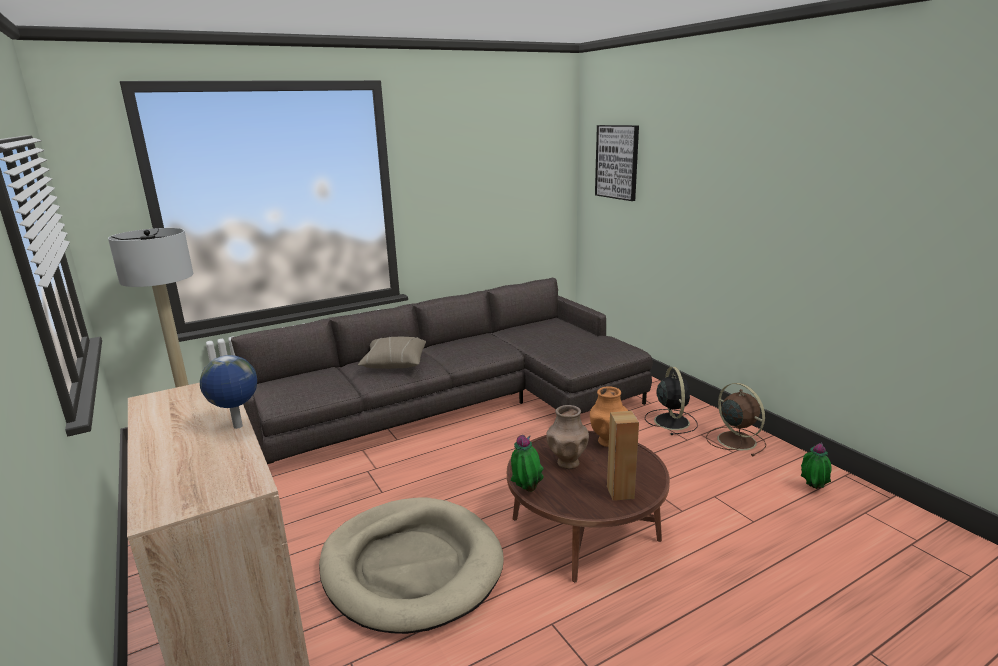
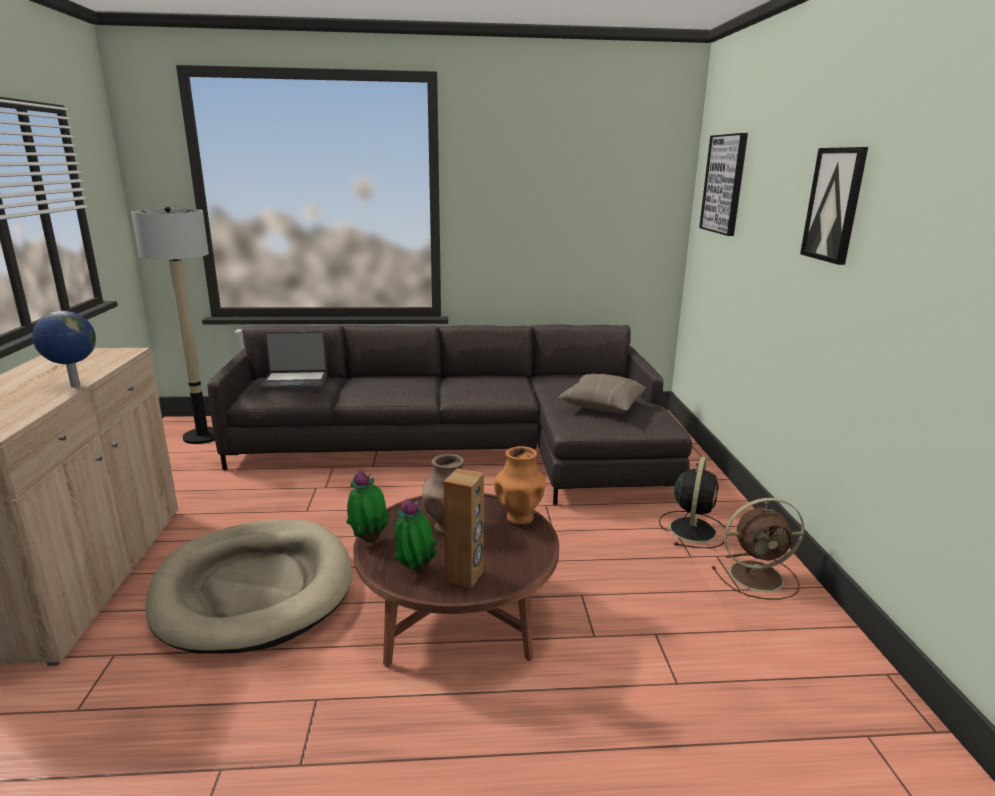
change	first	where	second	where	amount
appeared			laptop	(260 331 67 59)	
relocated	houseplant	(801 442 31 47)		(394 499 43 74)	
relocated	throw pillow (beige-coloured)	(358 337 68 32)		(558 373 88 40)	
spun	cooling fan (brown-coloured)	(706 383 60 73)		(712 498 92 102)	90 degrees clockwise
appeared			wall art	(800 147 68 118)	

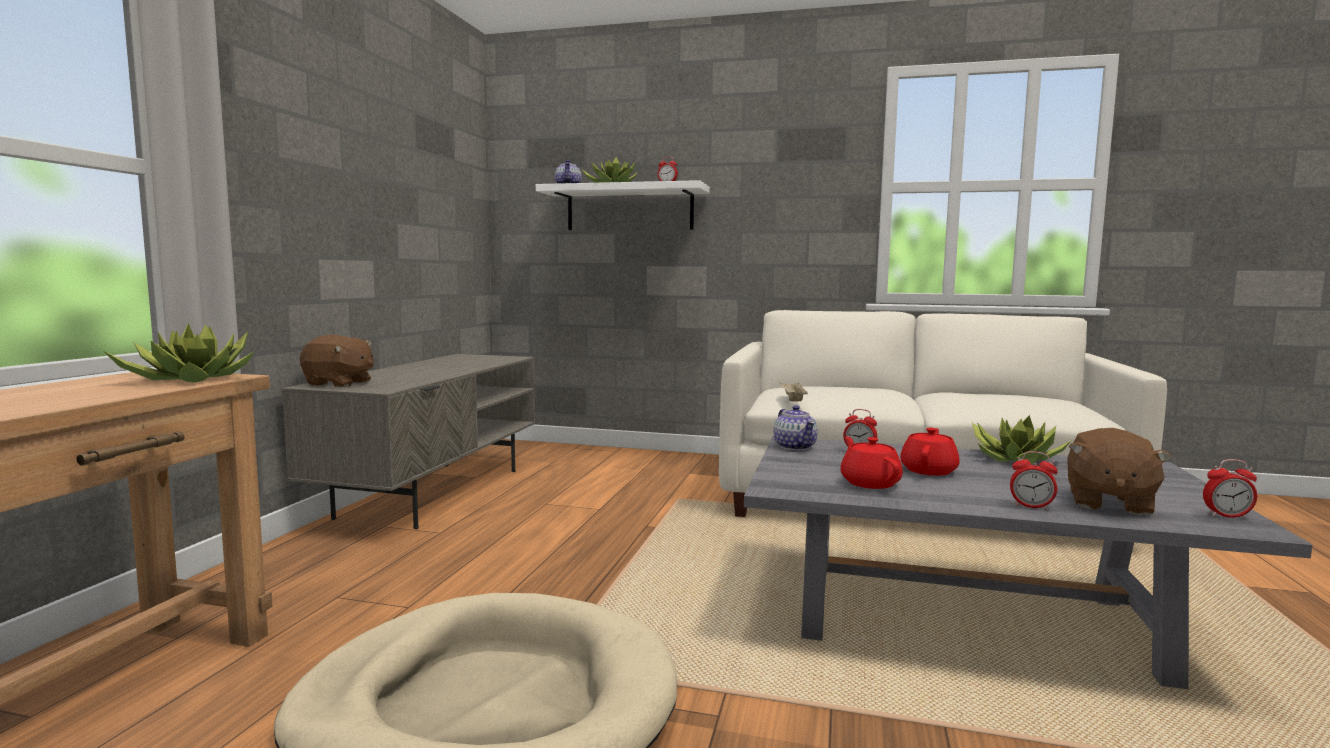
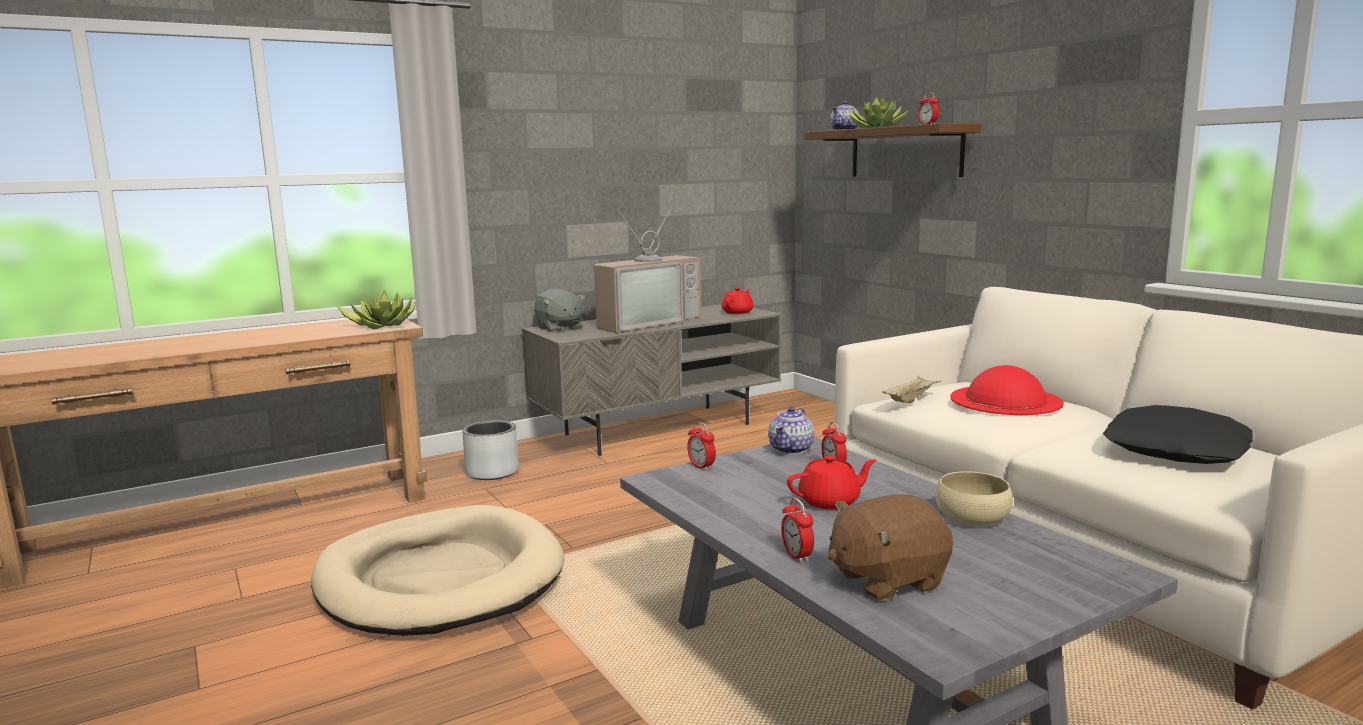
change	first	where	second	where	amount
appeared			planter (gray)	(462 420 57 60)	
colour	soft toy (brown-coloured)	(300 335 74 52)	soft toy (gray)	(535 289 50 44)	
appeared			TV	(594 204 107 130)	
relocated	alarm clock	(1203 459 54 60)		(687 422 29 49)	
relocated	tea pot (red)	(840 436 63 53)		(722 288 31 26)	
colour	wall shelf (white)	(536 180 174 50)	wall shelf (brown-coloured)	(805 123 176 54)	
exchanged	houseplant	(972 415 100 49)	deep dish (beige-coloured)	(935 471 78 54)	
appeared			hat (red)	(950 365 114 50)	
appeared			throw pillow (black)	(1103 405 150 59)	

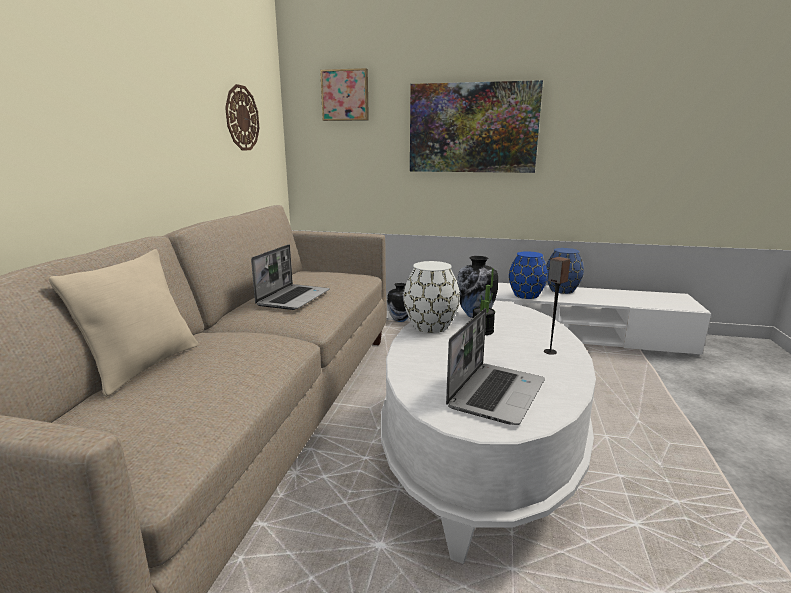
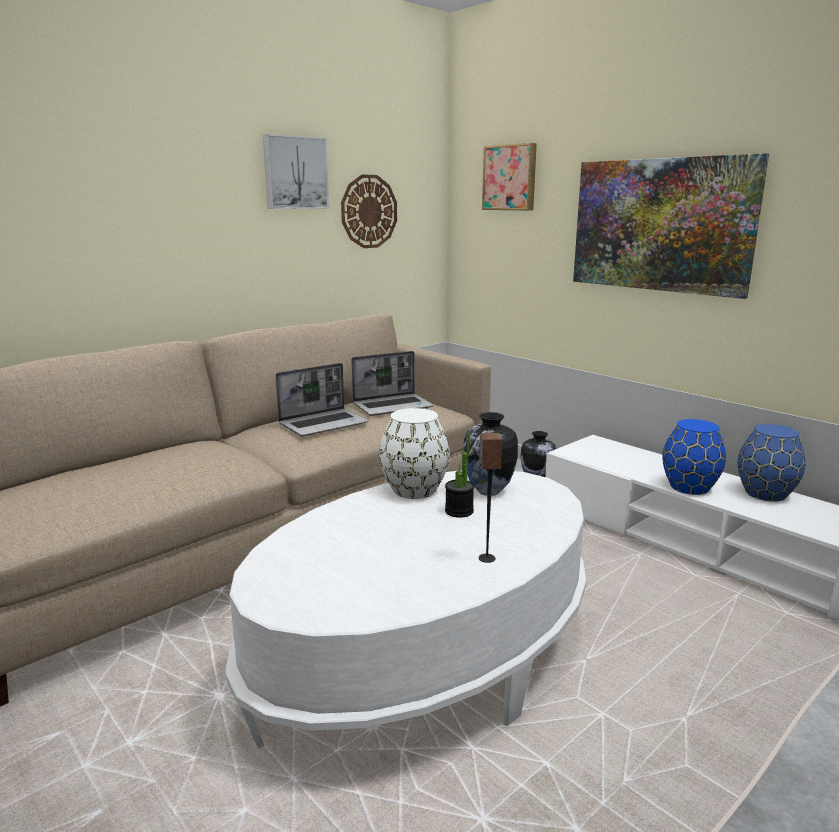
change	first	where	second	where	amount
appeared			wall art	(263 134 66 75)	
relocated	laptop	(446 308 99 117)		(351 351 83 65)	
missing	throw pillow (beige-coloured)	(49 249 149 148)			

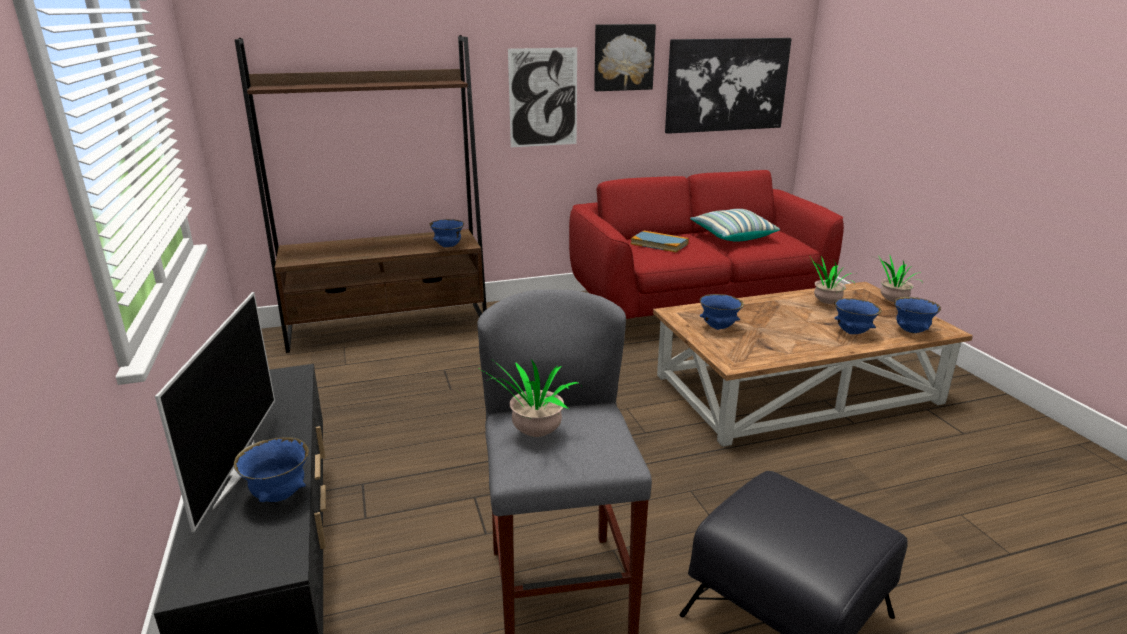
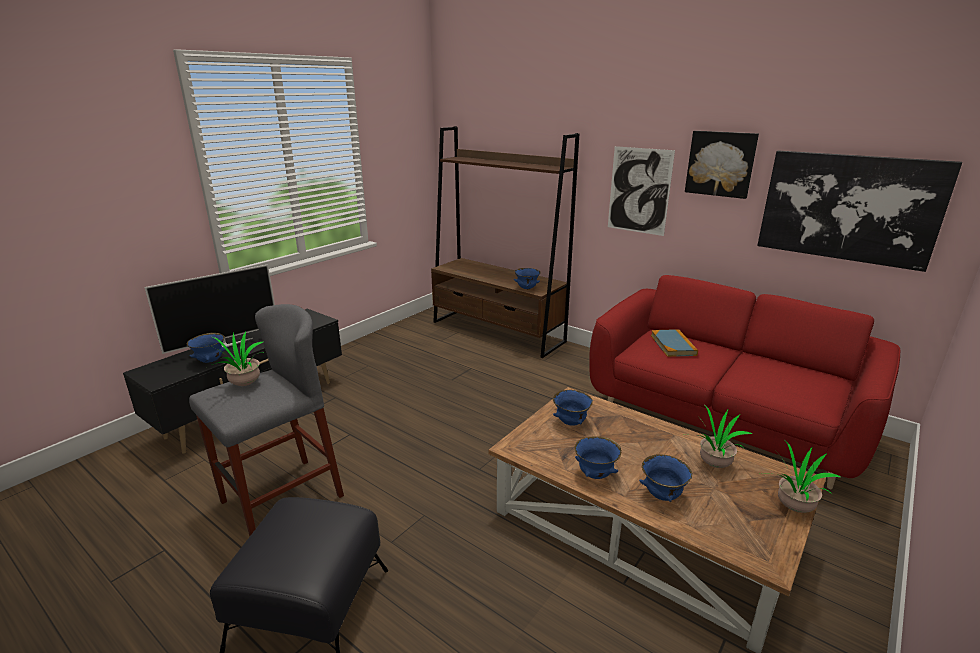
change	first	where	second	where	amount
relocated	deep dish (blue-coloured)	(894 297 47 36)		(575 436 47 43)	
missing	throw pillow	(690 209 90 33)			

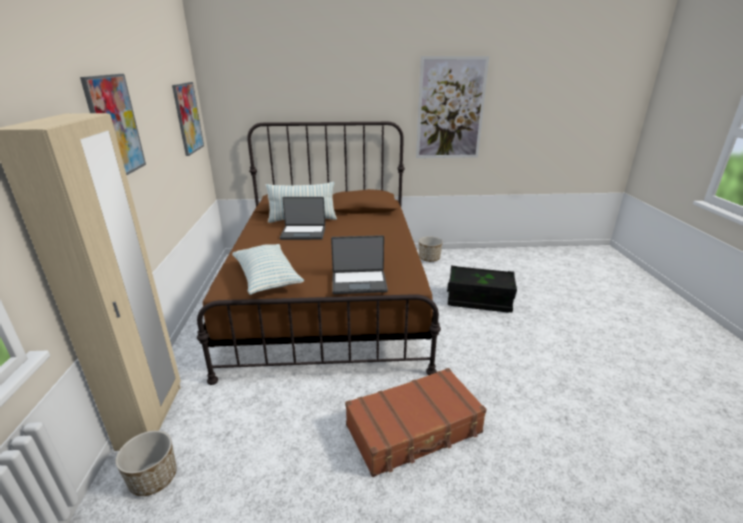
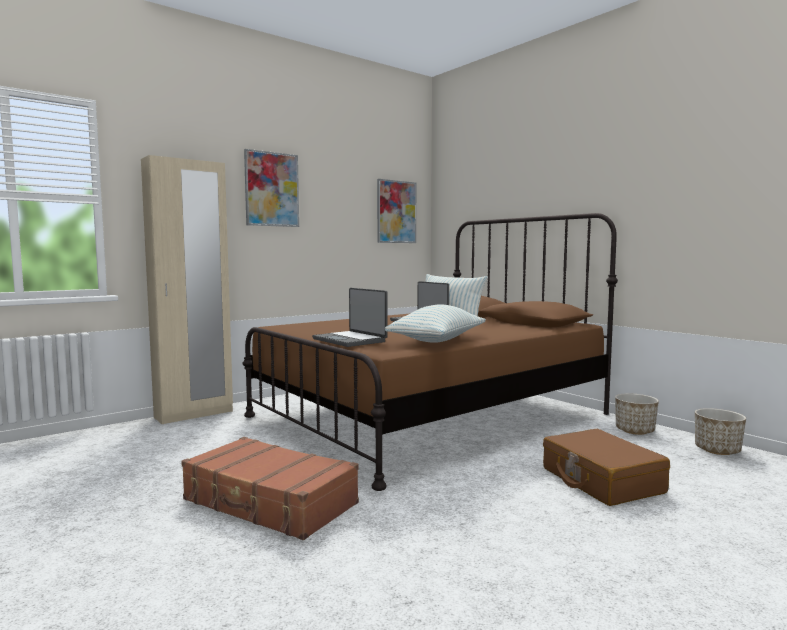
change	first	where	second	where	amount
relocated	throw pillow	(232 244 72 51)		(385 304 101 39)	
exchanged	storage box (black)	(447 265 70 48)	suitcase (brown-coloured)	(543 429 127 77)	
relocated	planter	(116 430 61 66)		(695 408 51 47)	
missing	wall art	(416 56 73 102)			

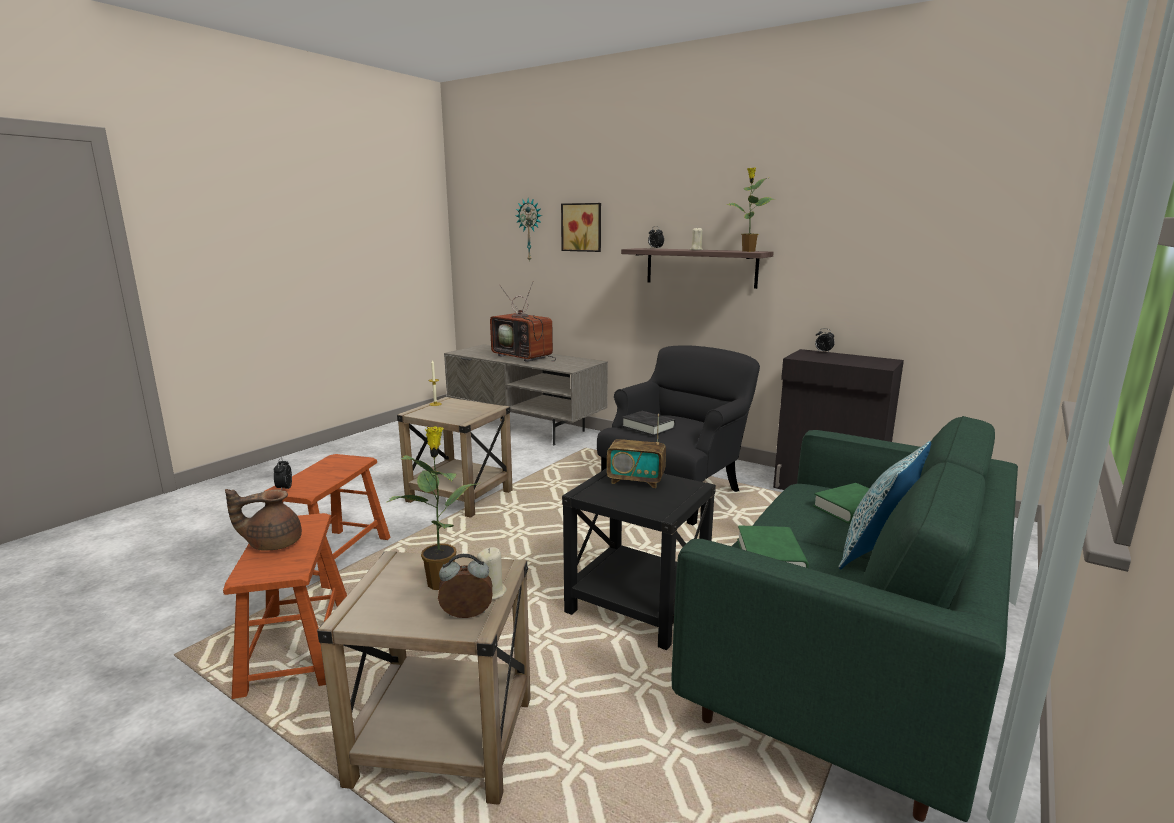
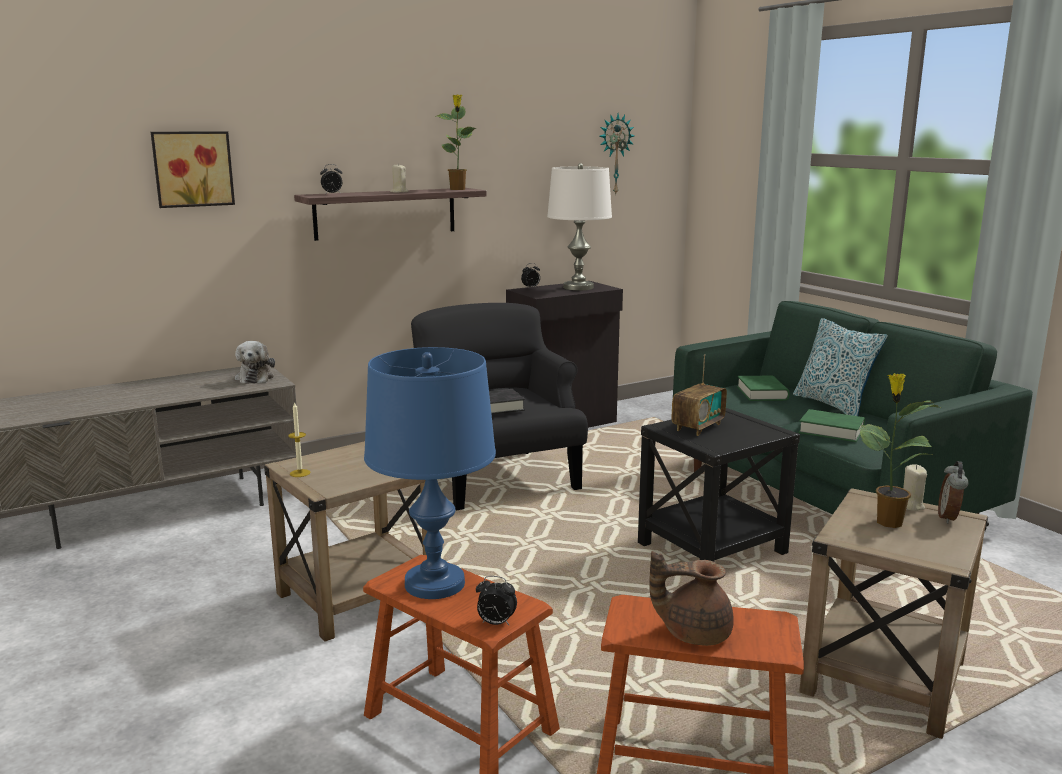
change	first	where	second	where	amount
appeared			soft toy	(235 341 40 43)	
appeared			table lamp (blue-coloured)	(364 347 132 252)	
appeared			table lamp (white)	(547 163 65 127)	
relocated	wall clock	(516 198 26 64)		(600 113 35 82)	
spun	tea pot (brown-coloured)	(225 489 77 62)		(650 551 84 95)	90 degrees clockwise
missing	TV	(490 282 66 80)			

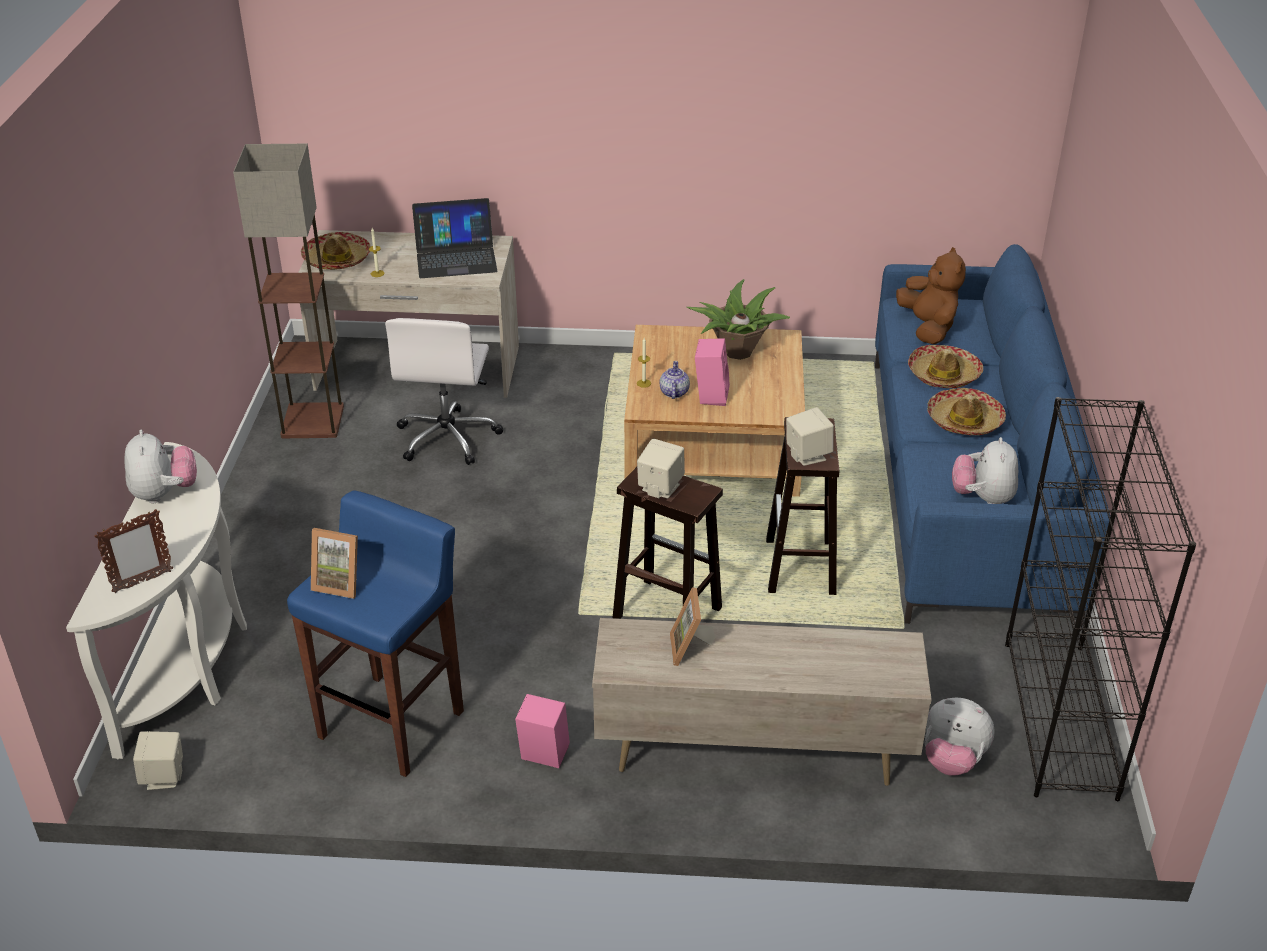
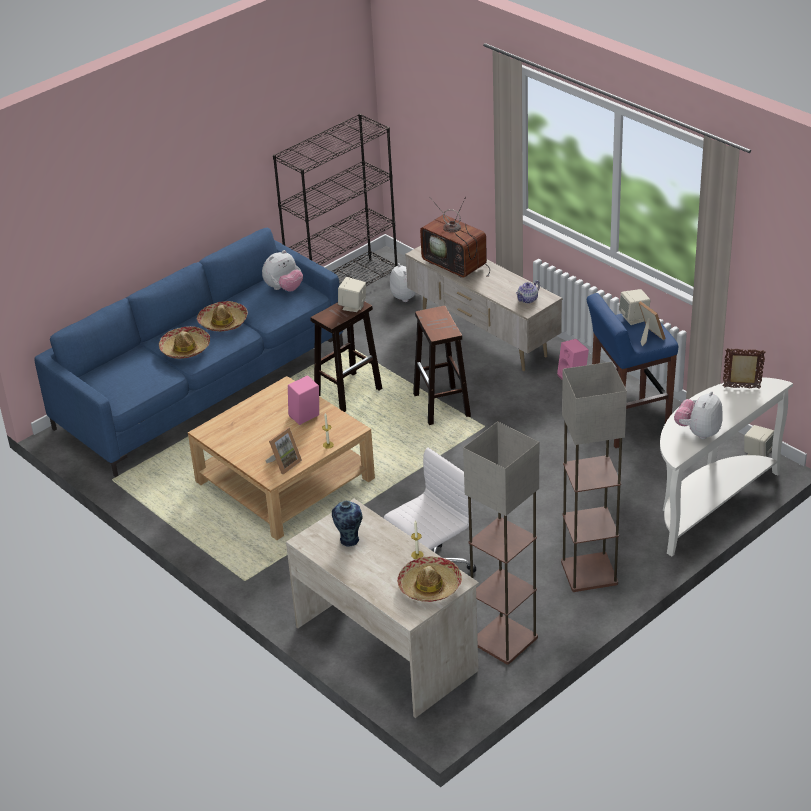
change	first	where	second	where	amount
relocated	standing frame	(670 587 46 79)		(265 427 37 47)	
exchanged	laptop	(412 198 86 80)	flower vase	(332 501 30 46)	
appeared			TV	(420 196 70 82)	
relocated	tea pot	(660 361 30 38)		(515 281 25 22)	
appeared			standard lamp	(561 362 66 230)	
relocated	speaker (beige-coloured)	(637 438 48 61)		(619 289 32 36)	
missing	houseplant	(686 279 104 81)			
missing	soft toy (brown-coloured)	(896 247 70 98)			

